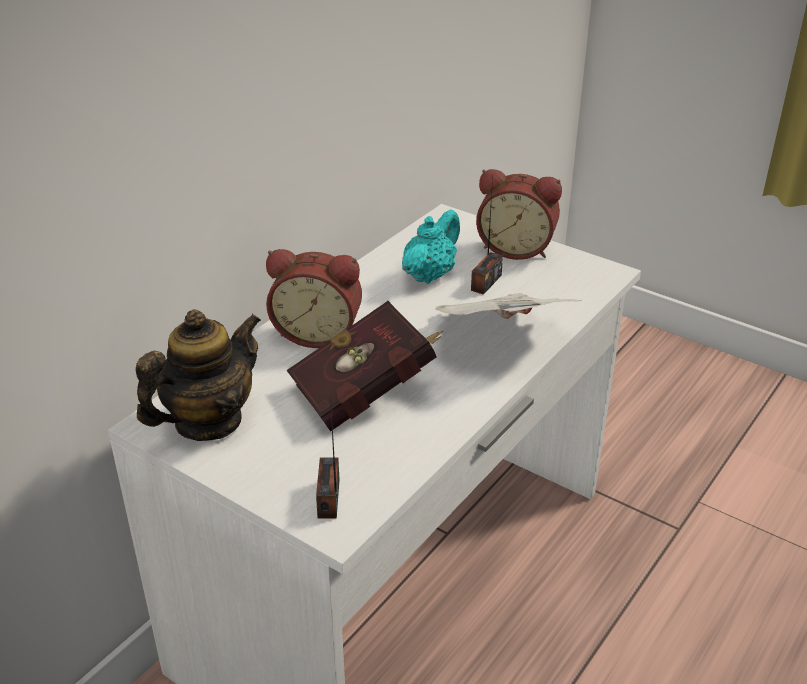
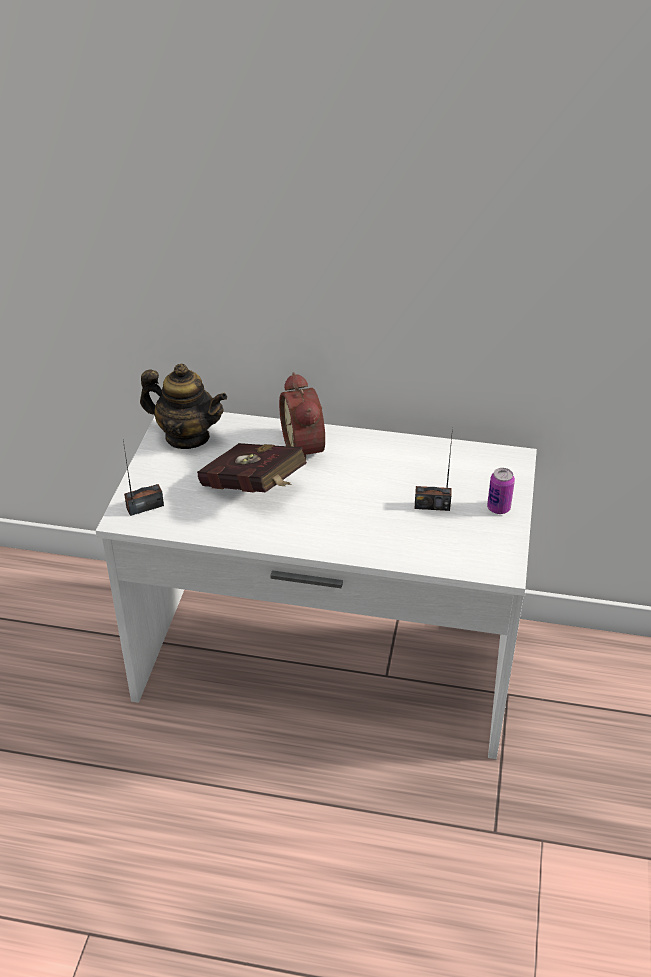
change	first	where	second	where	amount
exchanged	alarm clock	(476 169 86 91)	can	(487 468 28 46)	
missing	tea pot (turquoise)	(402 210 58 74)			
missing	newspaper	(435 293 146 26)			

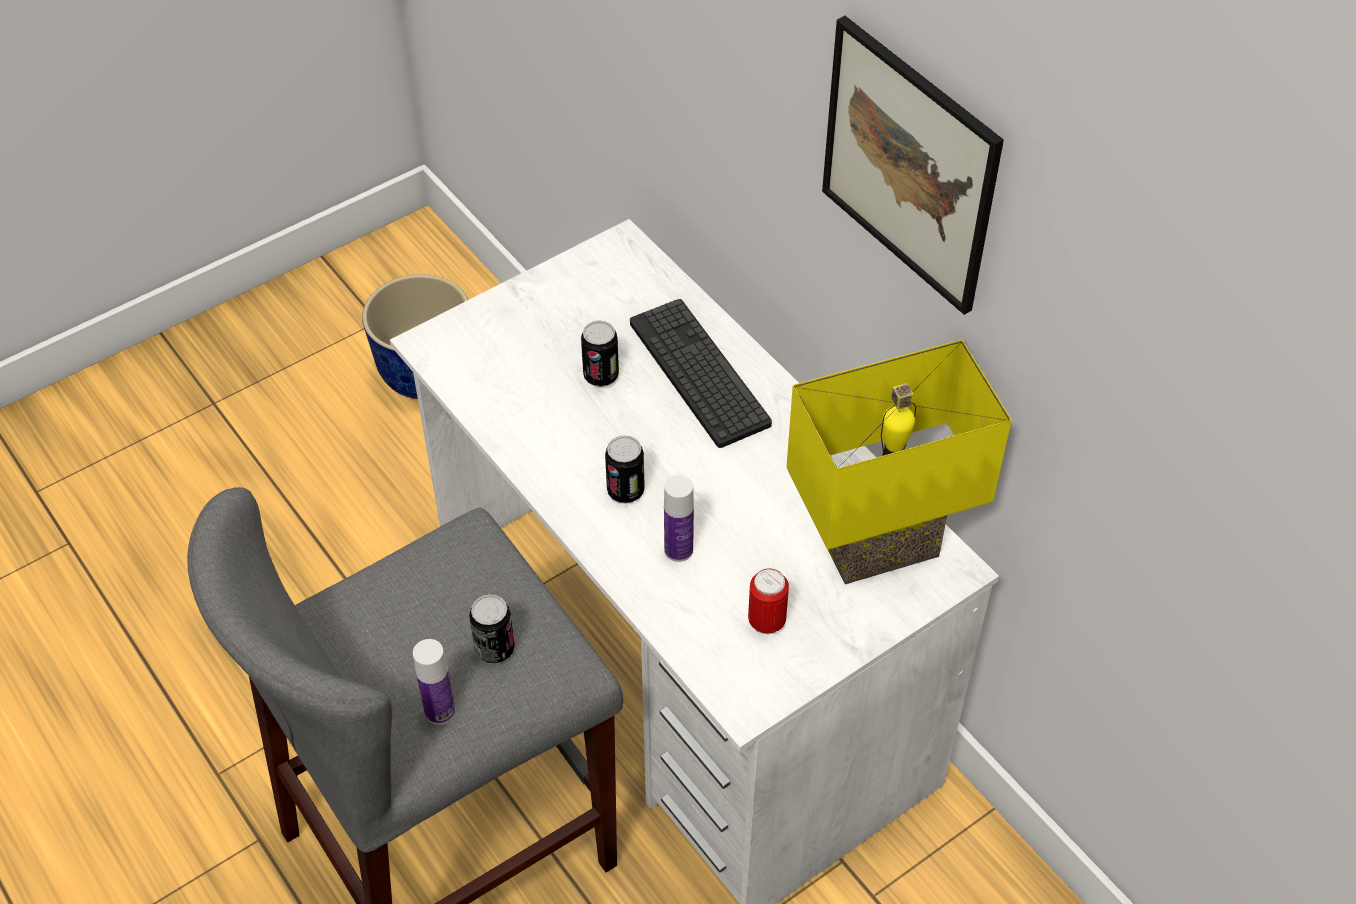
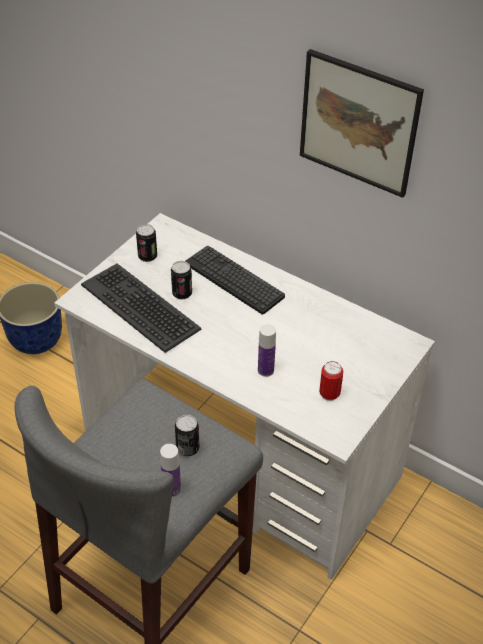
change	first	where	second	where	amount
appeared			PC keyboard	(81 264 120 89)	
relocated	can	(605 435 40 68)		(136 224 21 38)	
missing	table lamp (yellowish)	(786 340 226 244)			

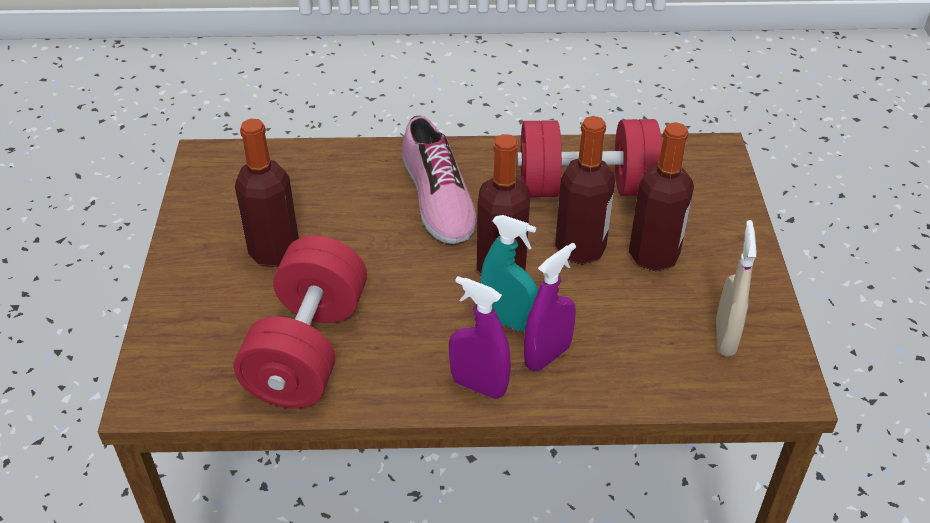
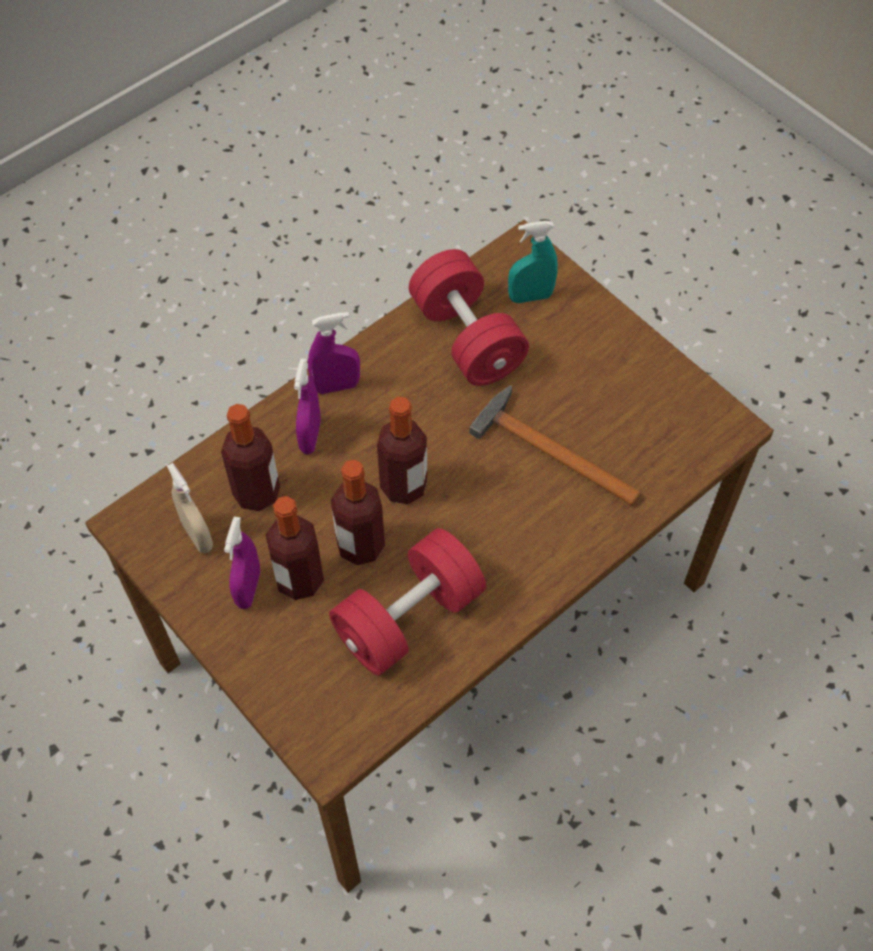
change	first	where	second	where	amount
relocated	beverage bottle	(235 119 64 148)		(221 404 59 108)	
appeared			spray bottle (purple-coloured)	(224 517 36 92)	
appeared			hammer	(469 385 172 120)	
relocated	spray bottle (turquoise)	(480 215 58 117)		(508 221 50 82)	
missing	low shoe	(402 116 75 128)			

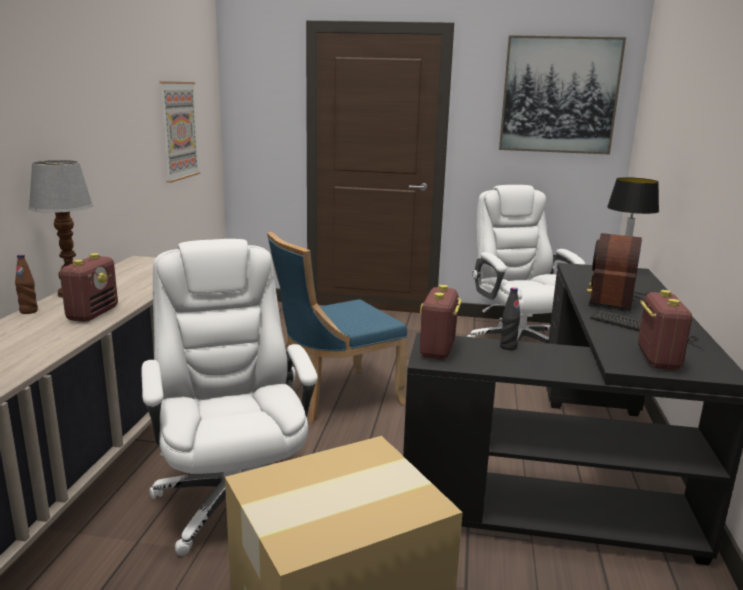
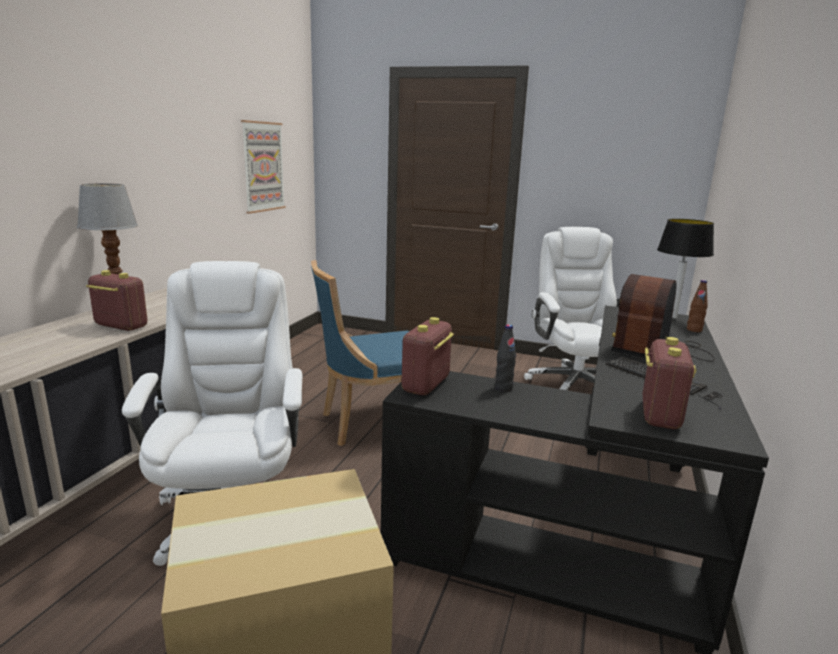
change	first	where	second	where	amount
spun	radio set	(60 253 58 69)		(86 270 62 61)	90 degrees counterclockwise
relocated	beverage bottle (brown-coloured)	(15 254 23 60)		(687 280 21 52)	
missing	wall art	(499 35 127 120)			

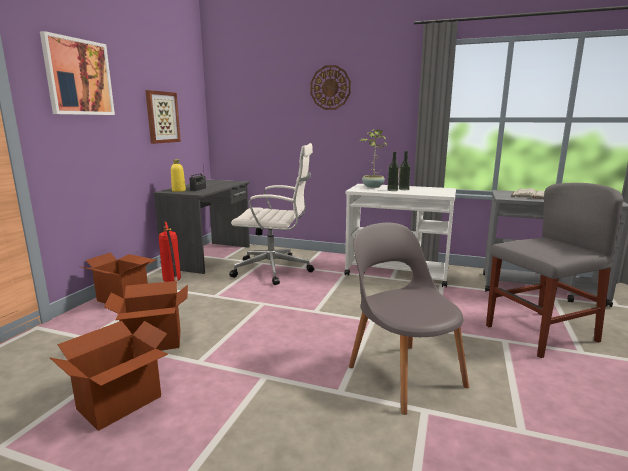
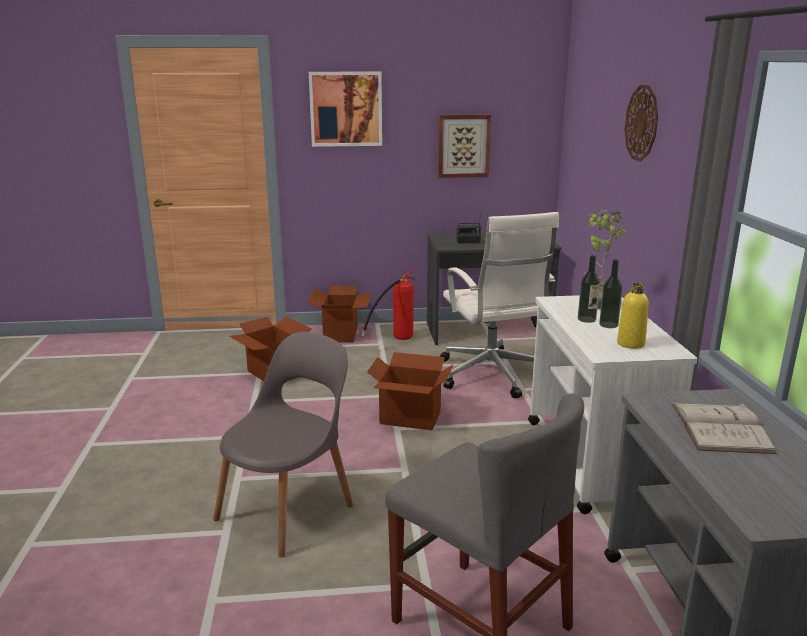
change	first	where	second	where	amount
relocated	packing box	(49 321 119 110)		(367 352 86 78)	
relocated	beverage bottle (yellowish)	(171 159 15 33)		(617 283 32 66)	

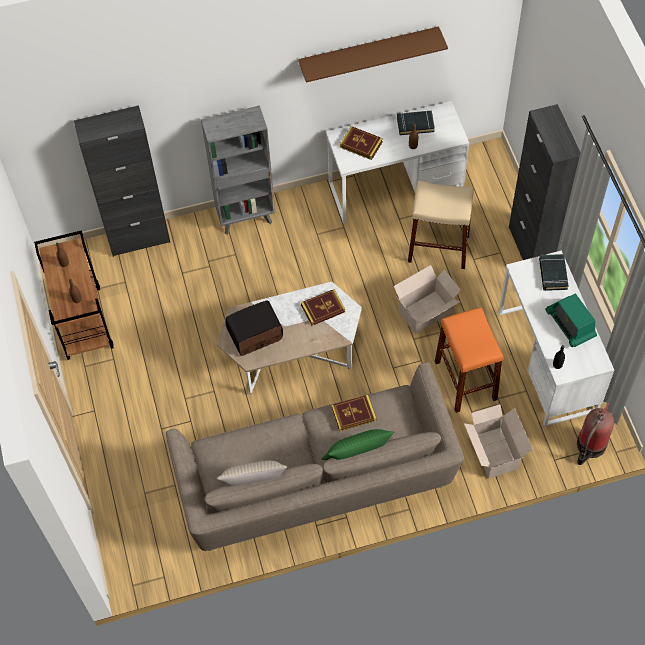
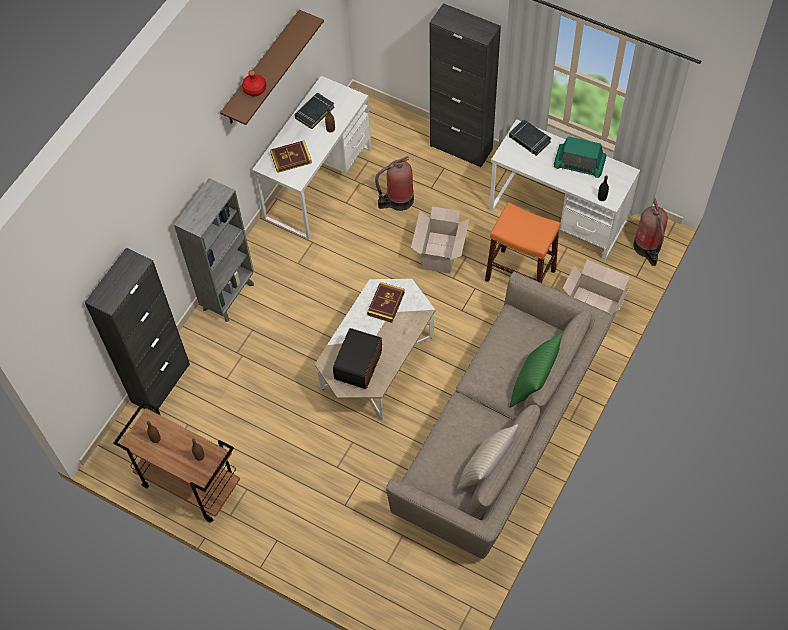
change	first	where	second	where	amount
appeared			beverage bottle (red)	(242 70 24 26)	
exchanged	stool seat (beige-coloured)	(408 181 66 88)	fire-fighting cylinder	(375 156 39 55)	
missing	volume	(331 395 45 36)			

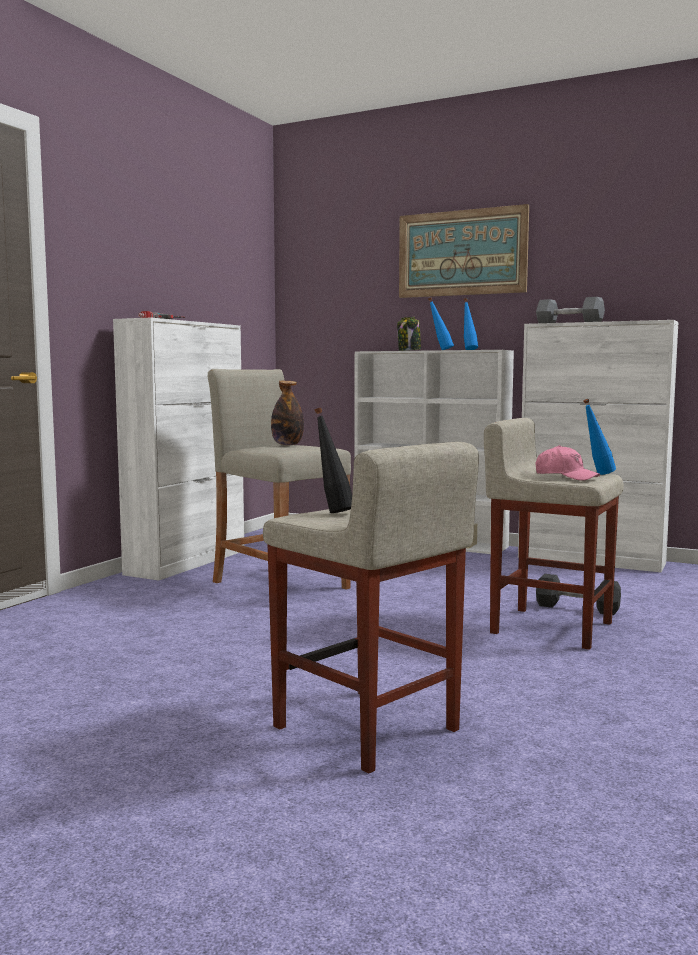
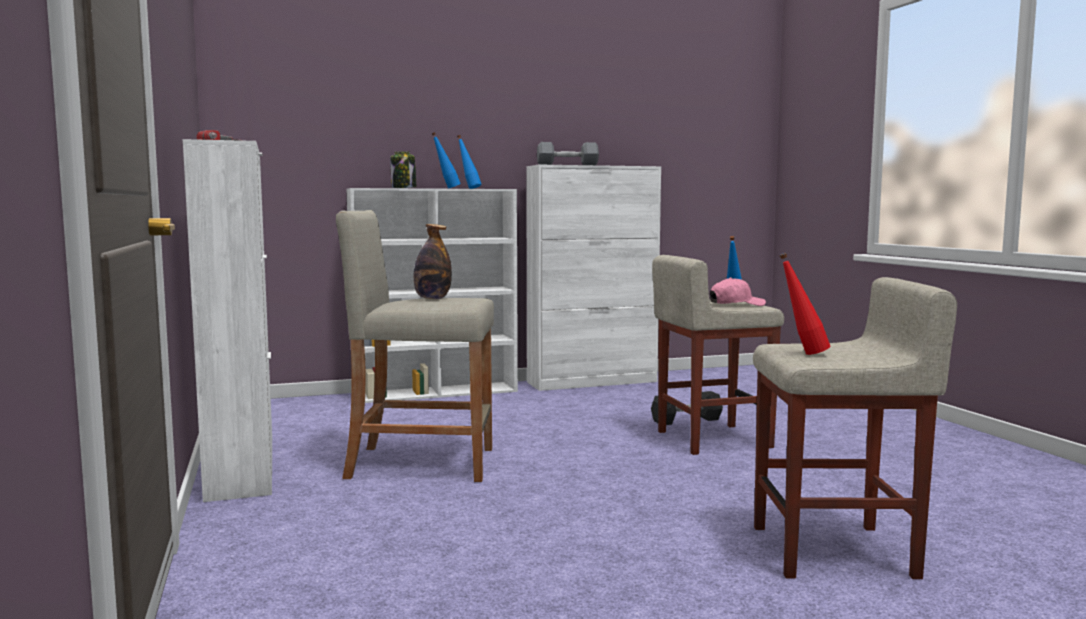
change	first	where	second	where	amount
colour	beverage bottle (black)	(315 408 37 105)	beverage bottle (red)	(779 253 52 102)	
missing	wall art	(399 204 130 94)			

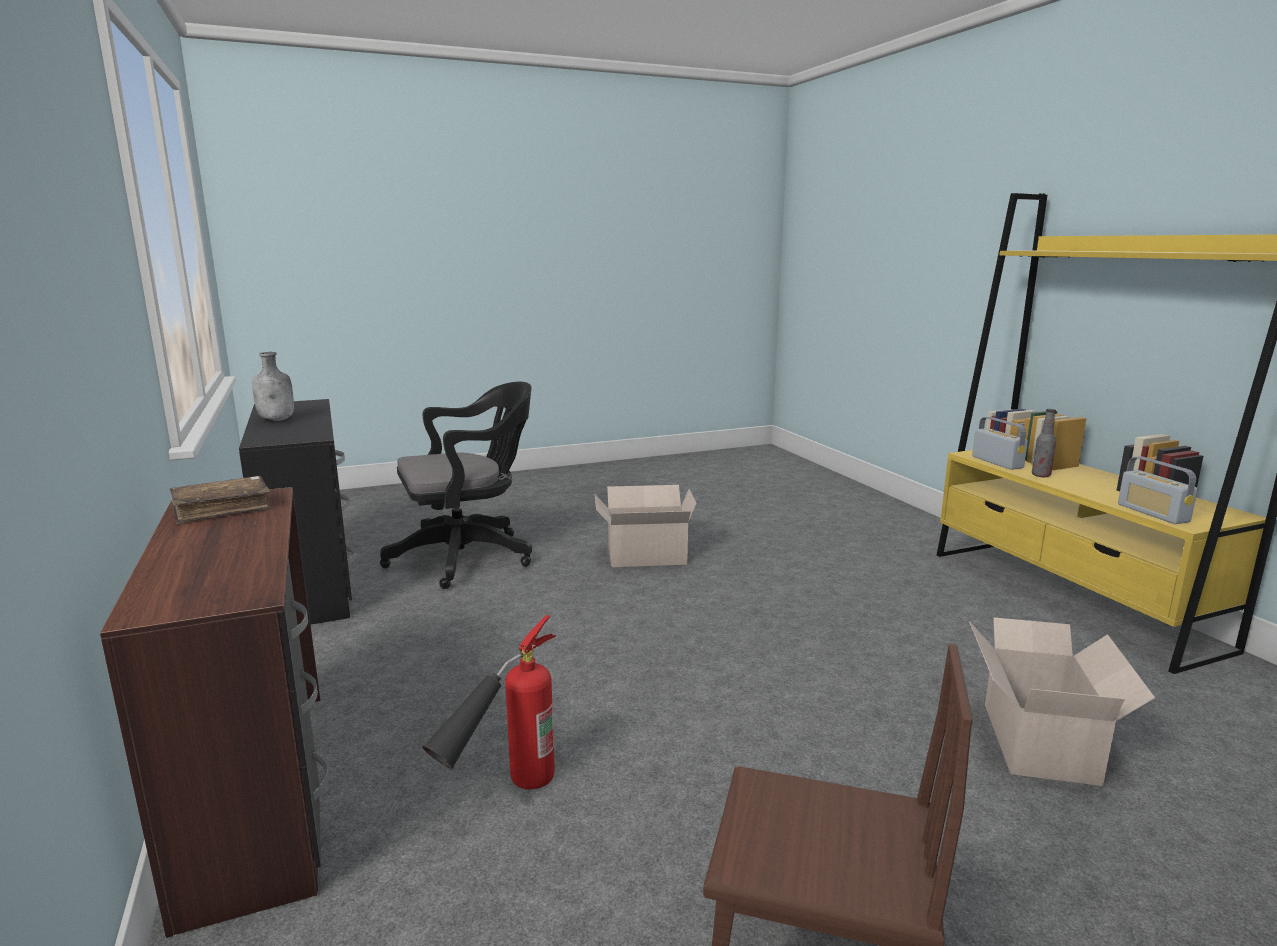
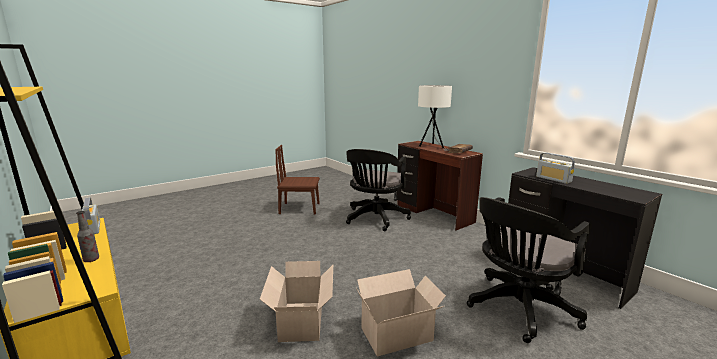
change	first	where	second	where	amount
relocated	packing box	(969 617 186 169)		(260 261 73 81)	
exchanged	fire-fighting cylinder	(422 615 134 174)	computer chair (black)	(346 149 65 82)	
appeared			table lamp (white)	(418 85 34 66)	
relocated	radio set	(972 417 56 53)		(536 153 39 31)	
missing	beverage bottle (gray)	(252 352 42 69)			

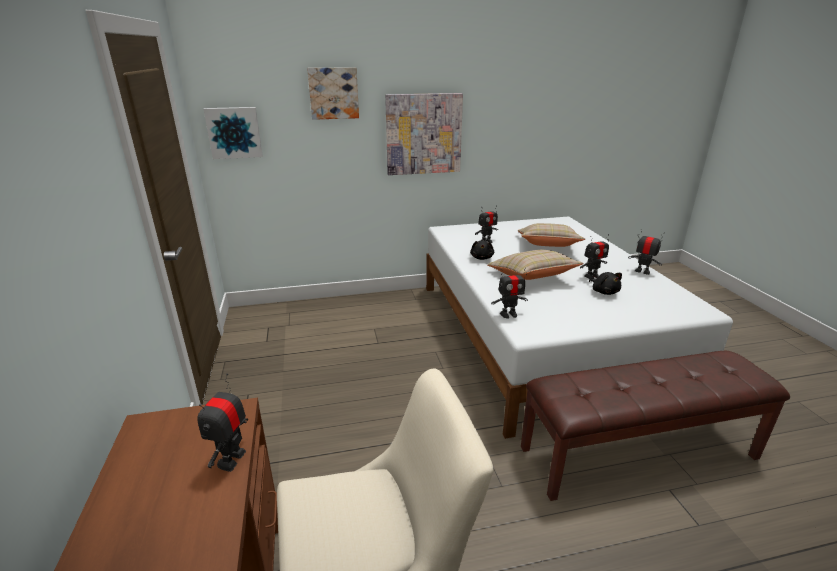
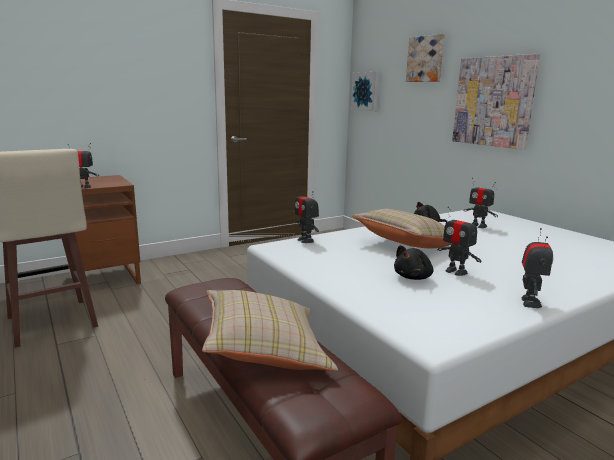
change	first	where	second	where	amount
relocated	throw pillow (beige-coloured)	(518 223 67 24)		(202 290 136 81)	

